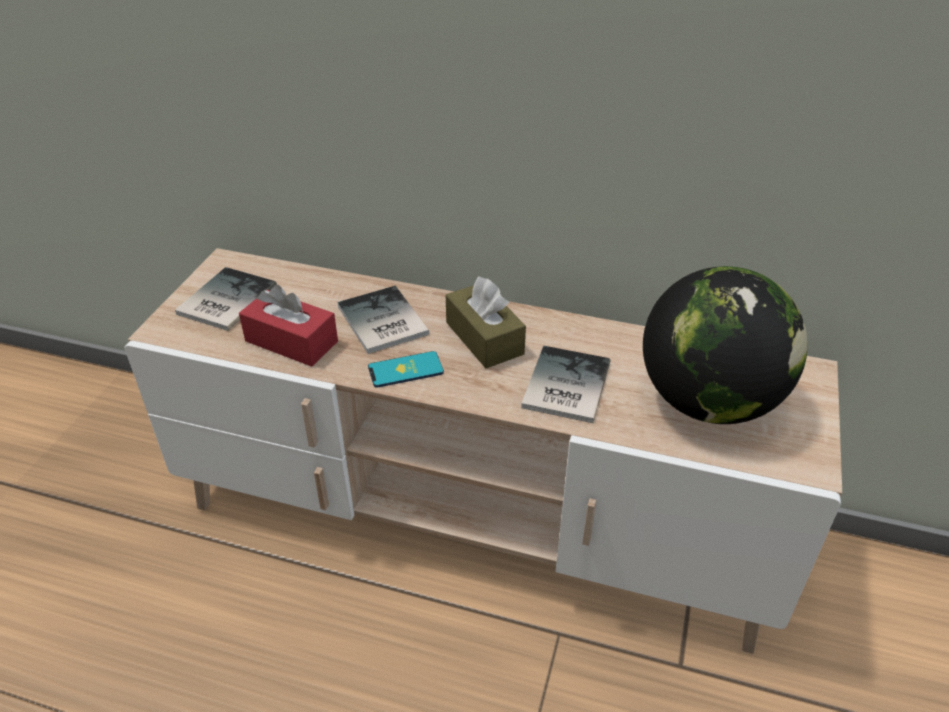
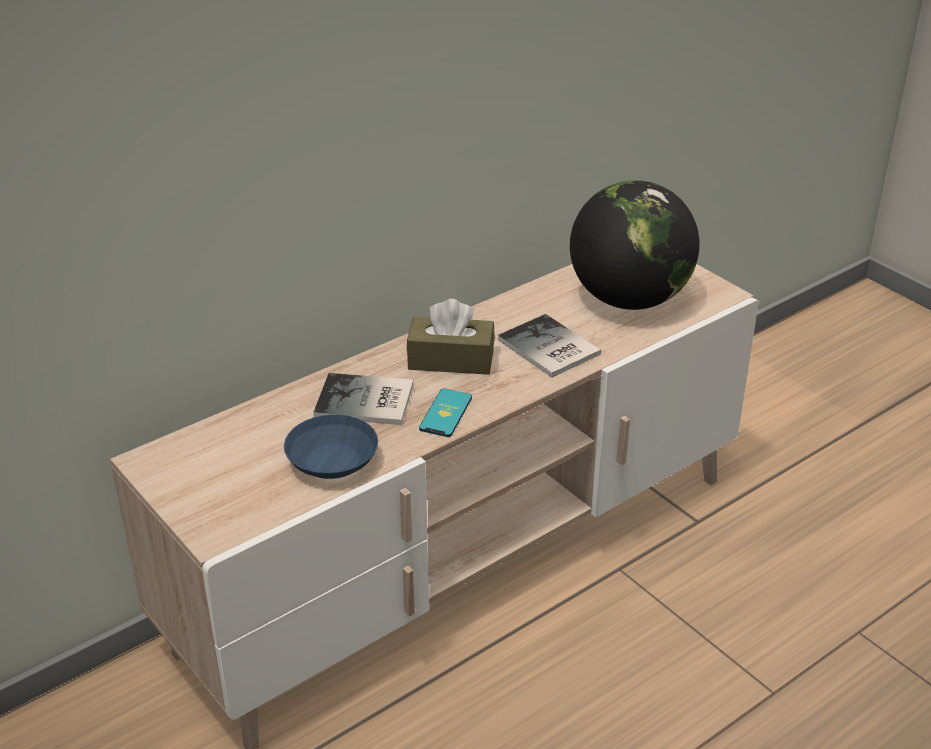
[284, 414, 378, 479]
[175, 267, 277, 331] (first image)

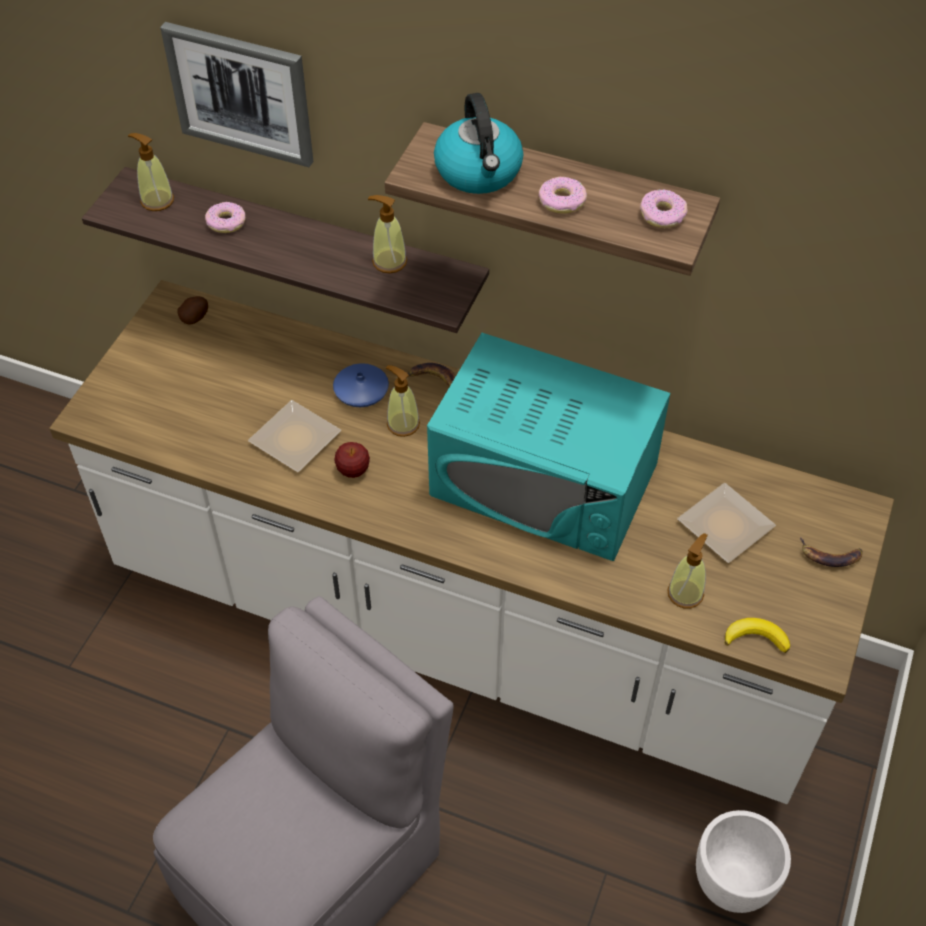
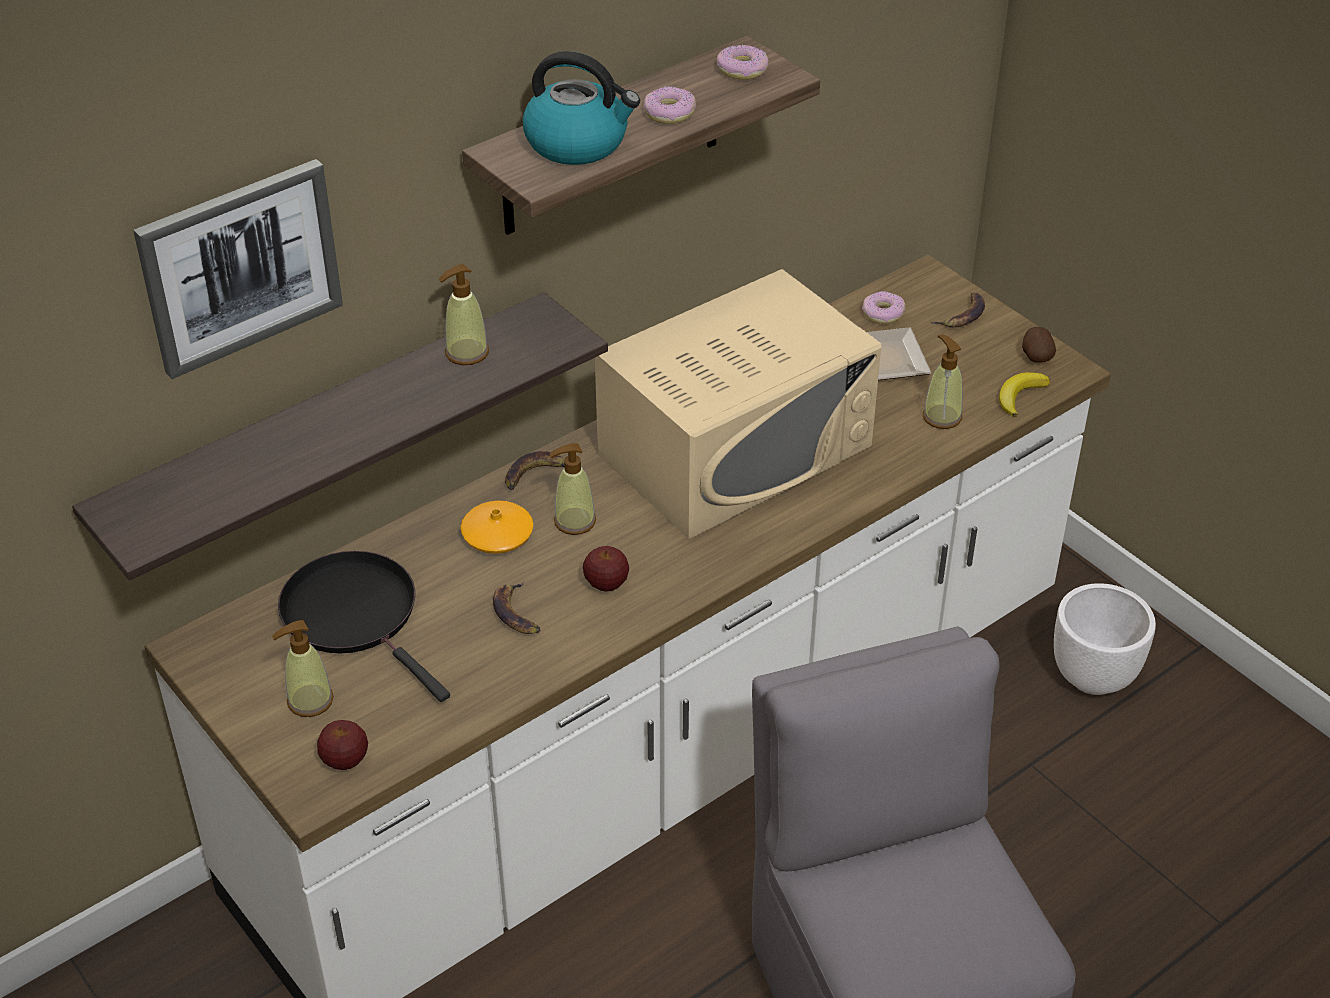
[272, 620, 334, 717]
[278, 551, 450, 702]
[317, 720, 368, 770]
[461, 501, 533, 554]
[493, 582, 540, 634]
[595, 269, 881, 539]
[862, 291, 906, 324]
[1022, 327, 1056, 363]

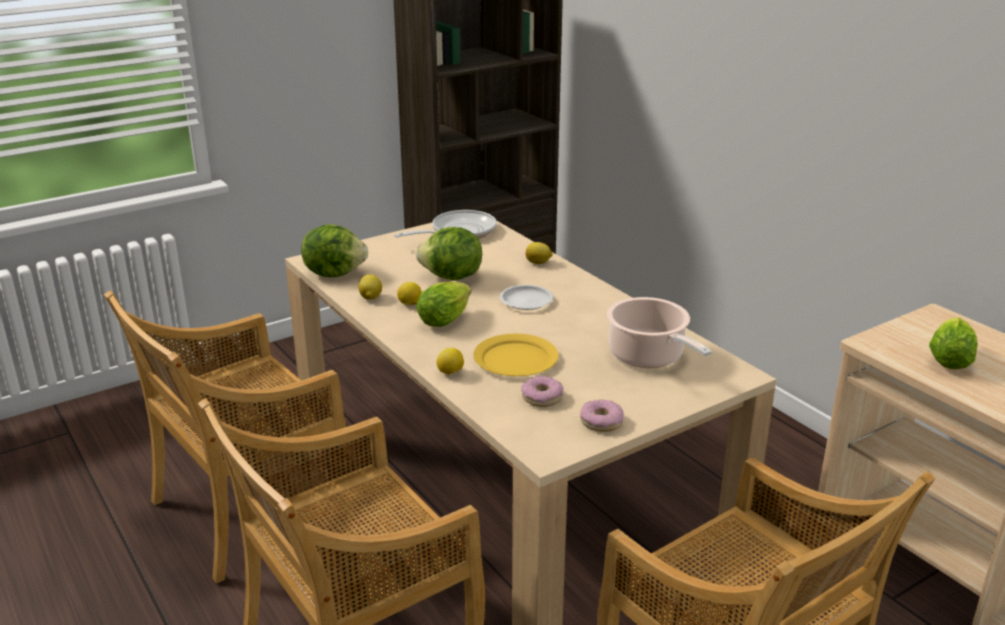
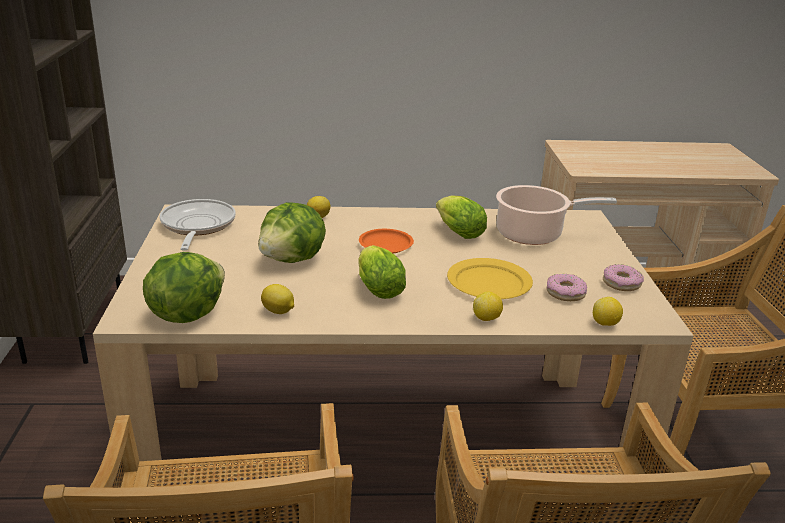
[359, 229, 414, 253]
[436, 196, 487, 239]
[593, 297, 623, 326]

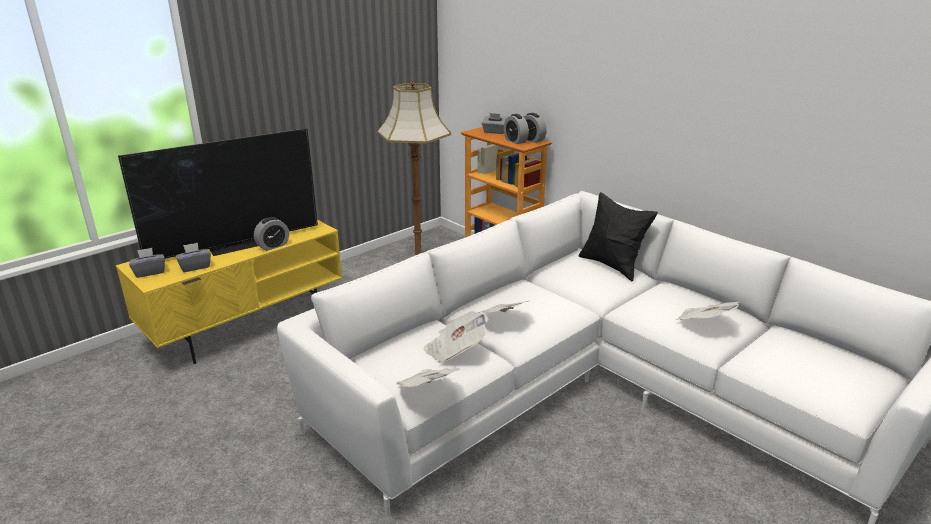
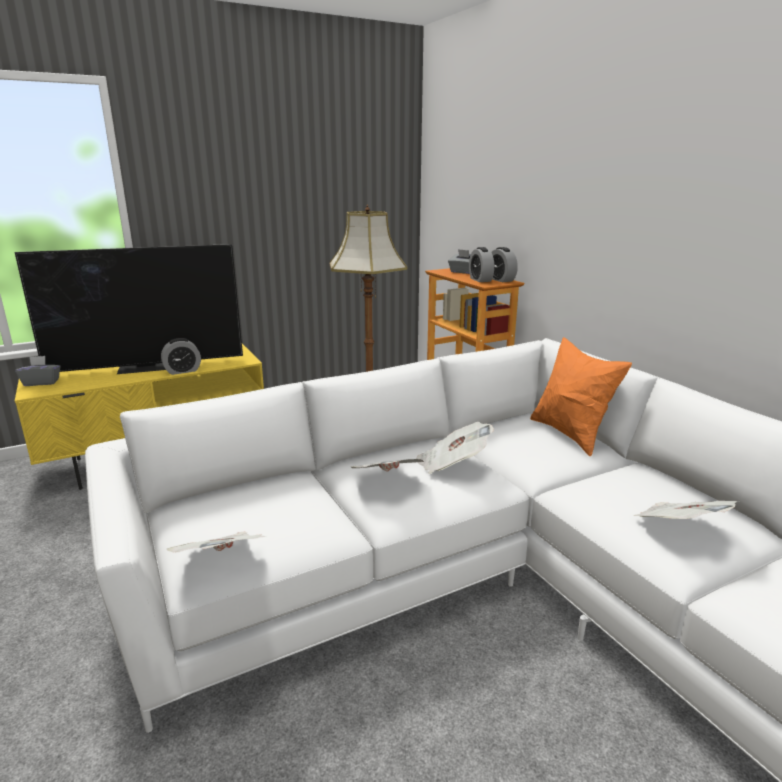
[416, 422, 494, 474]
[530, 337, 632, 457]
[175, 243, 211, 272] (first image)

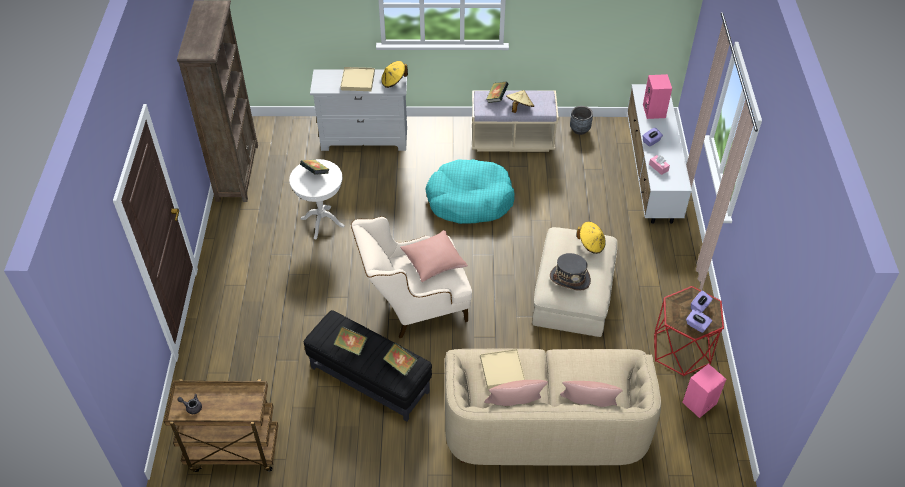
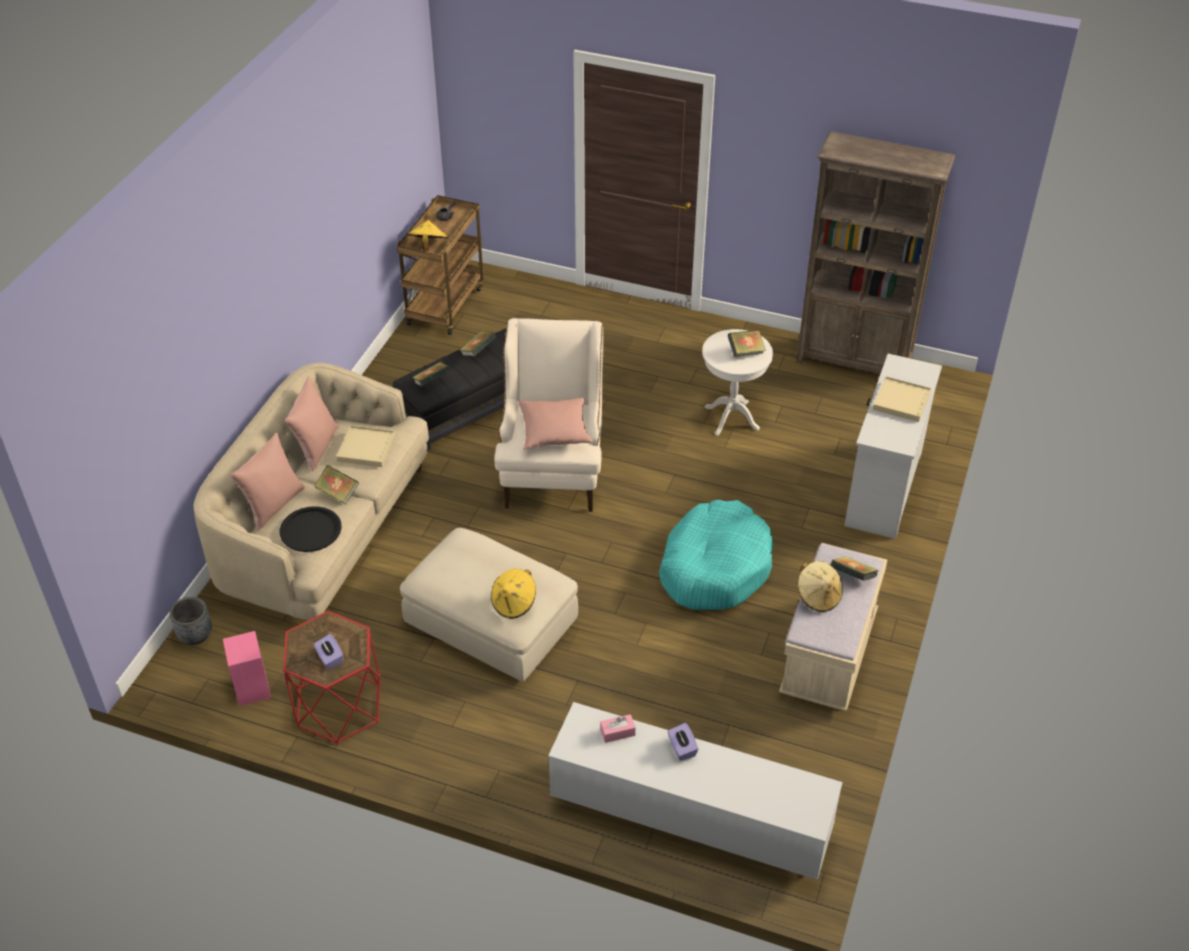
[170, 597, 212, 645]
[279, 506, 342, 552]
[314, 465, 359, 505]
[407, 220, 448, 252]
[550, 253, 591, 291] (first image)
[643, 74, 672, 119] (first image)
[686, 309, 712, 333] (first image)

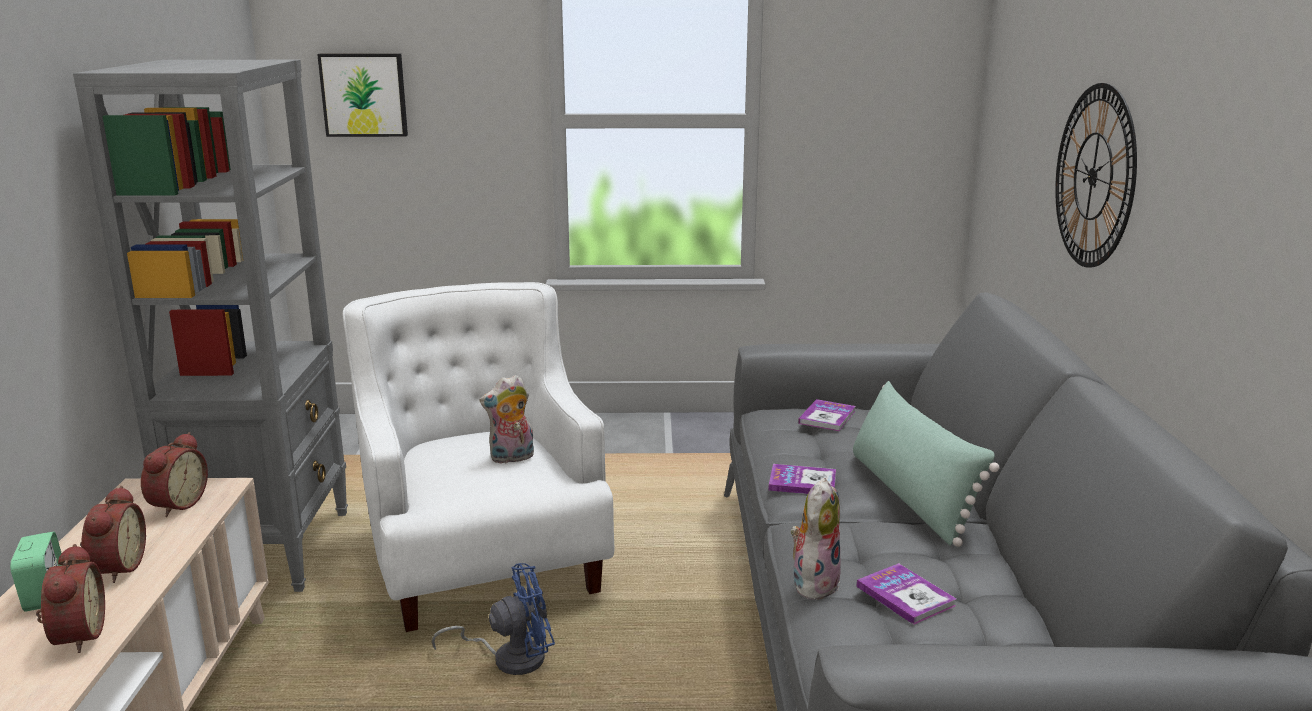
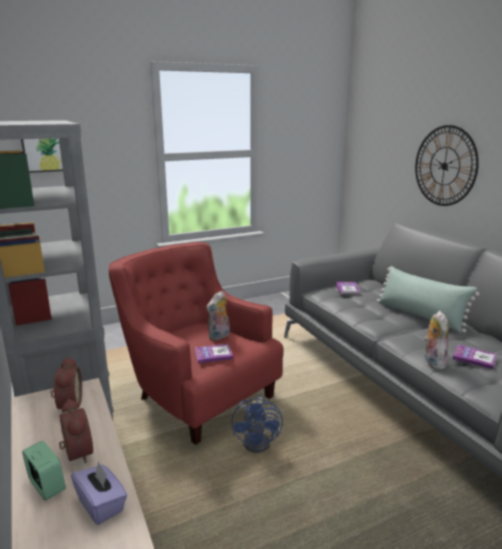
[71, 461, 127, 525]
[109, 242, 283, 445]
[195, 344, 233, 363]
[232, 395, 284, 453]

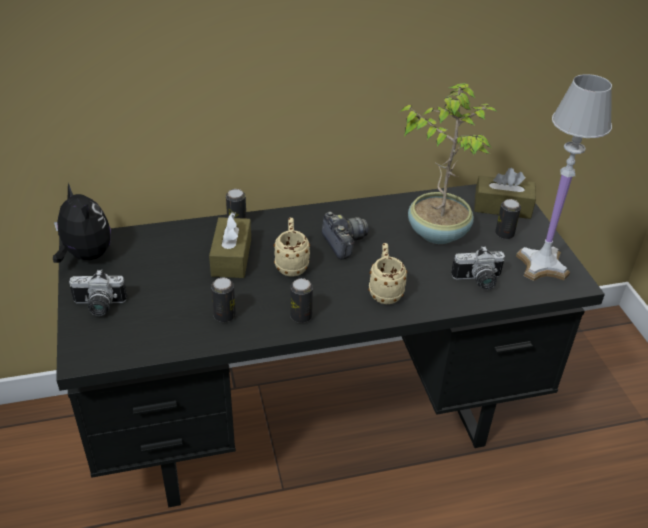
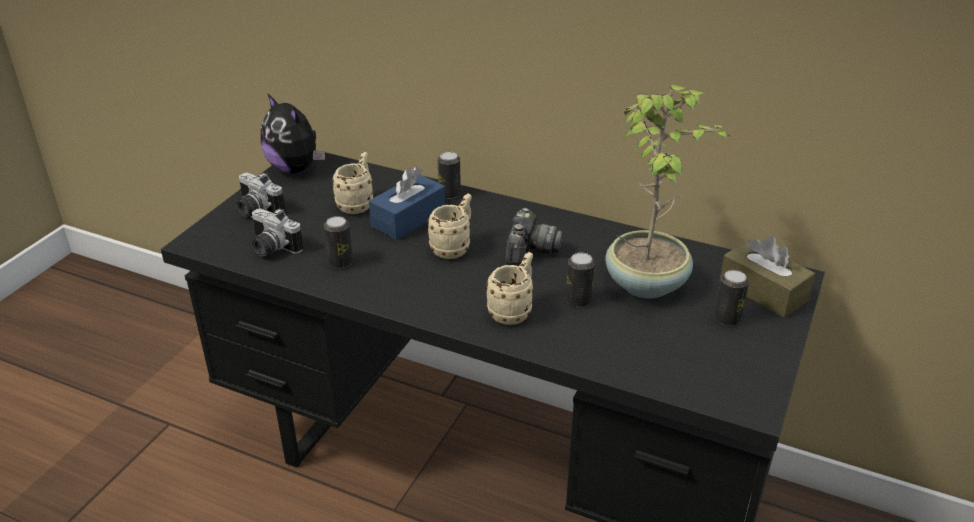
[251, 208, 303, 257]
[261, 93, 325, 174]
[332, 152, 373, 214]
[369, 166, 445, 240]
[566, 253, 595, 307]
[516, 74, 612, 281] (first image)

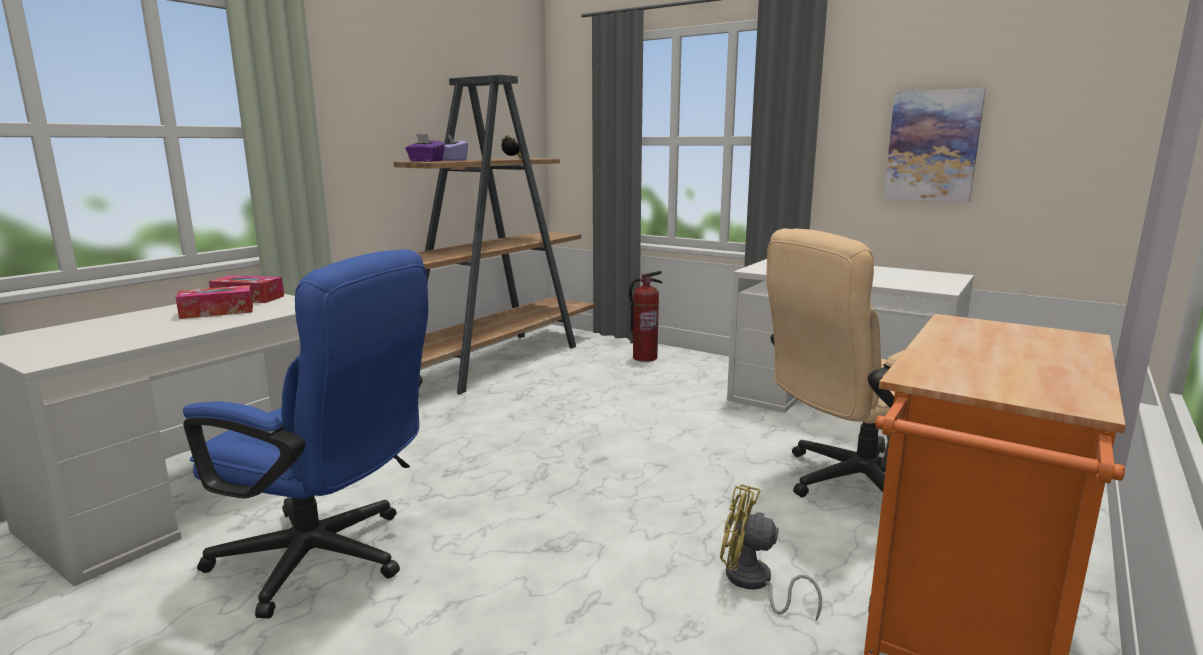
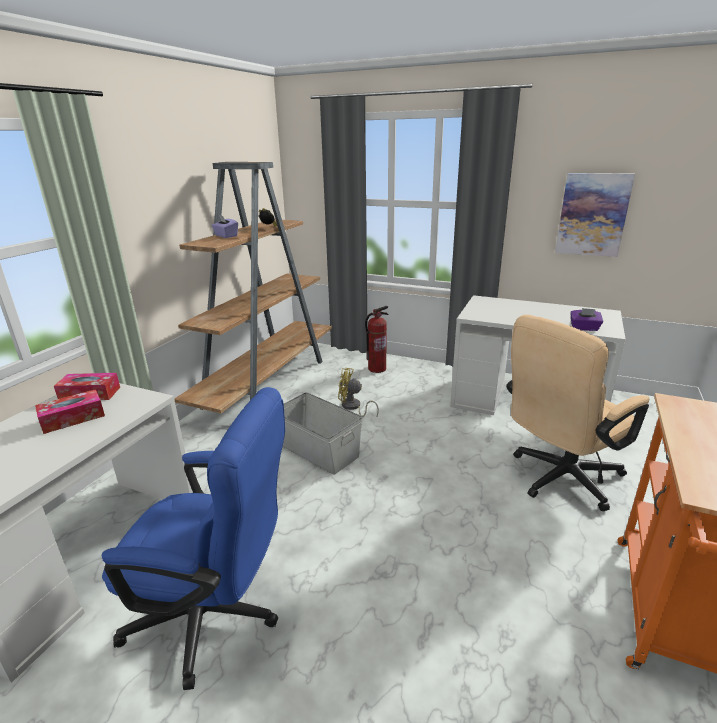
[283, 392, 362, 475]
[338, 368, 379, 417]
[570, 308, 603, 331]

